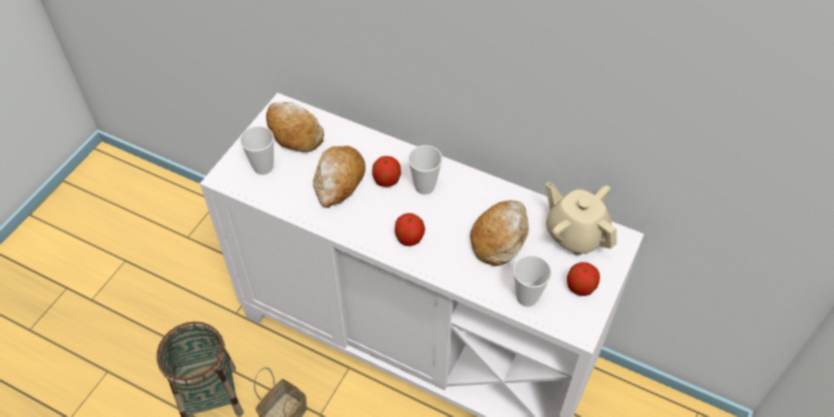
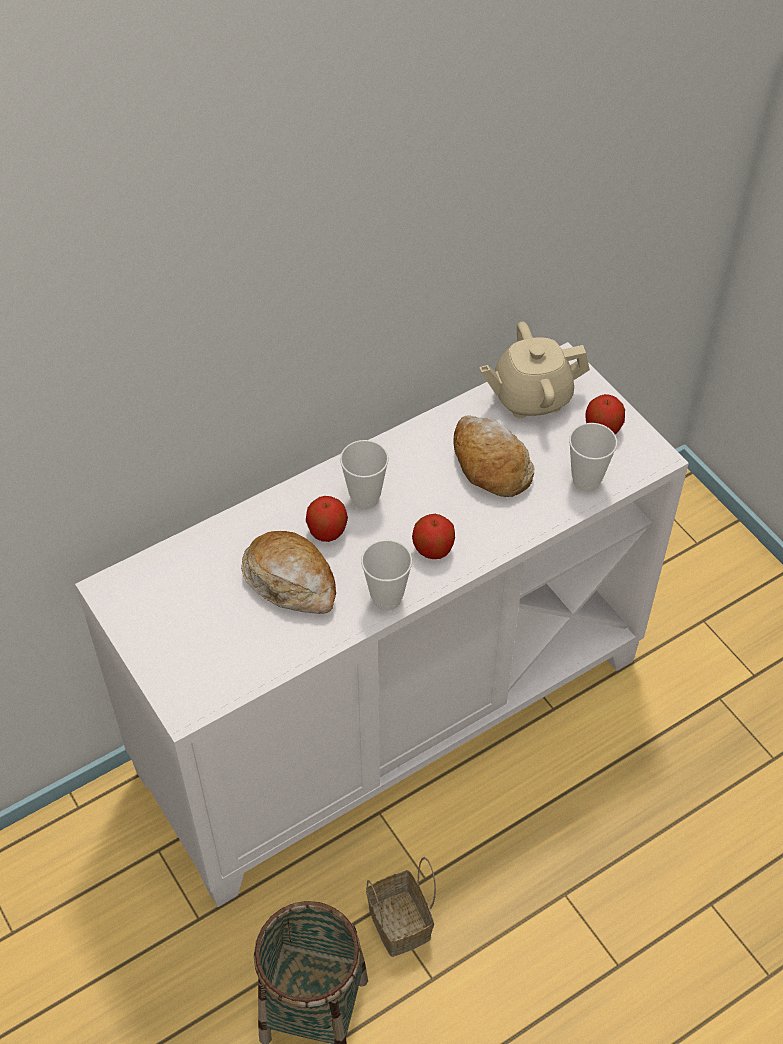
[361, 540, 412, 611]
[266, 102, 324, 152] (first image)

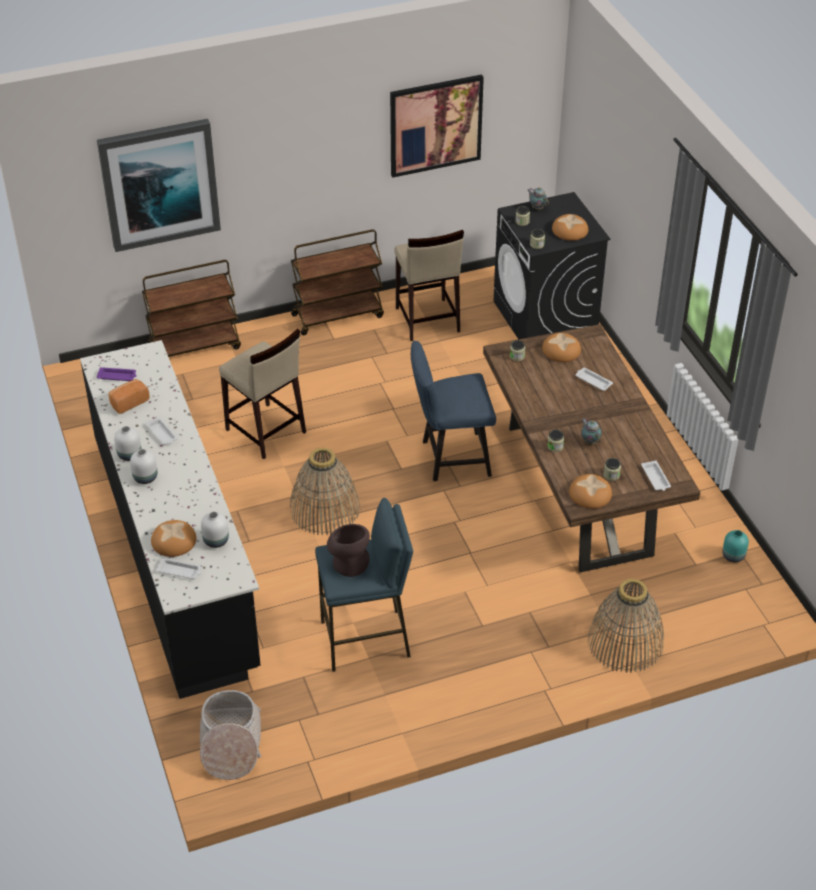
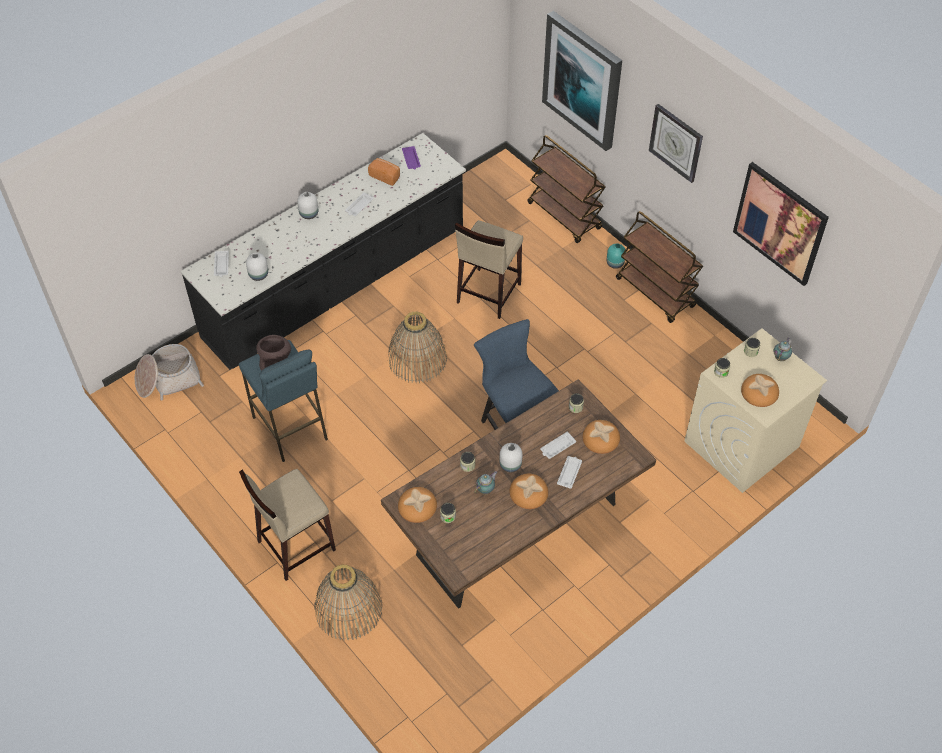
[239, 469, 336, 581]
[500, 443, 523, 472]
[509, 474, 548, 509]
[540, 432, 576, 459]
[607, 243, 626, 269]
[649, 104, 703, 183]
[684, 328, 827, 493]

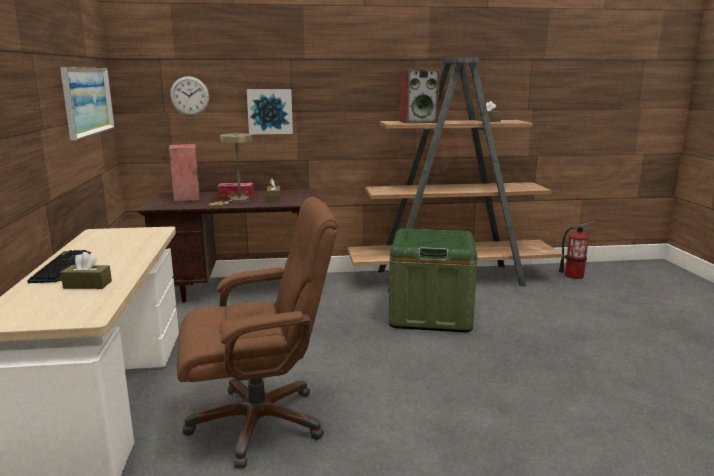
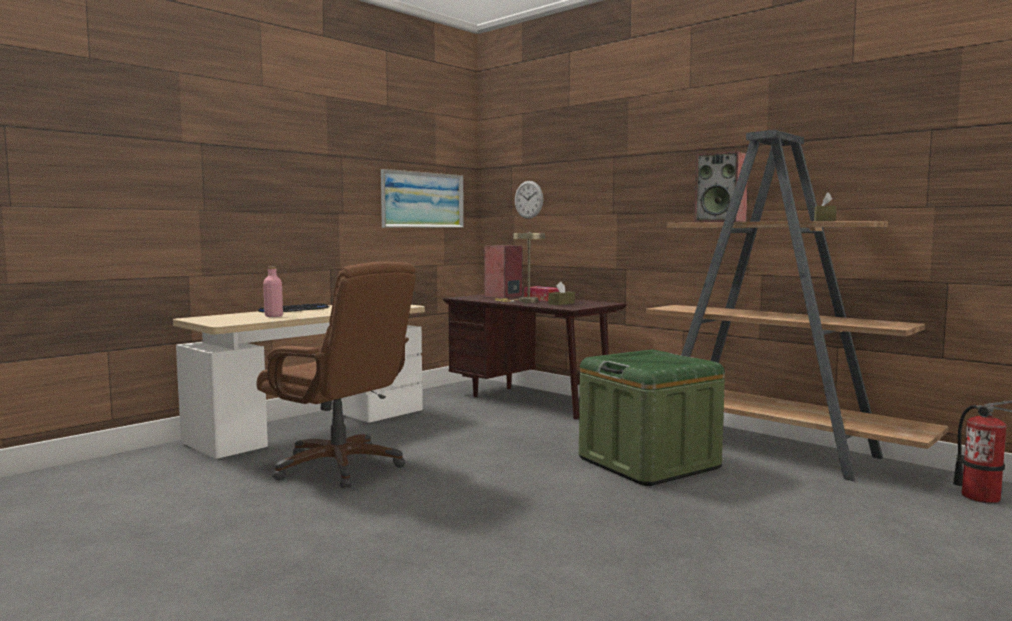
[263, 267, 283, 317]
[247, 89, 293, 135] (first image)

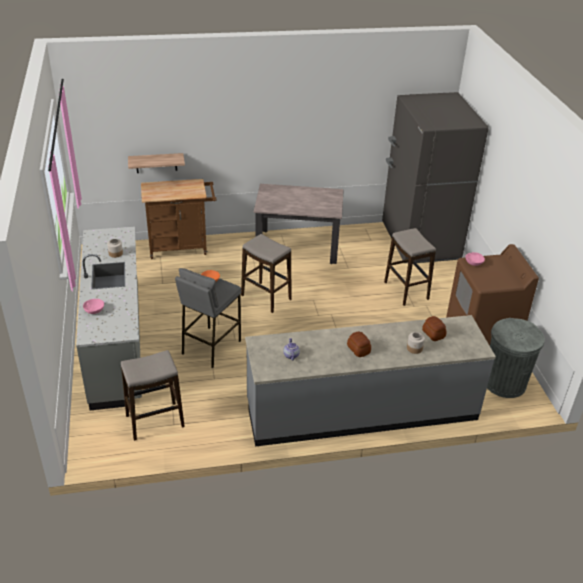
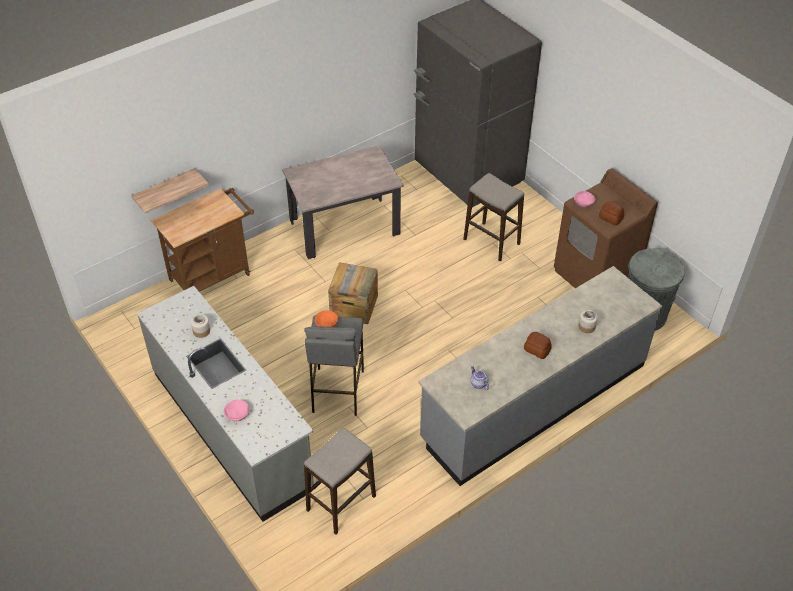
[328, 262, 378, 324]
[599, 201, 624, 225]

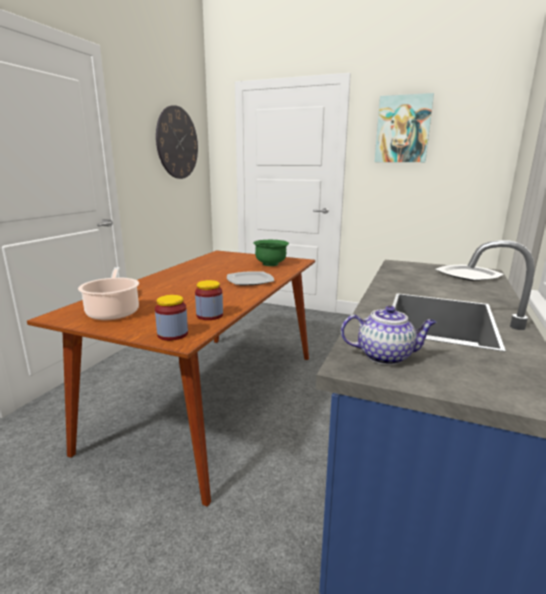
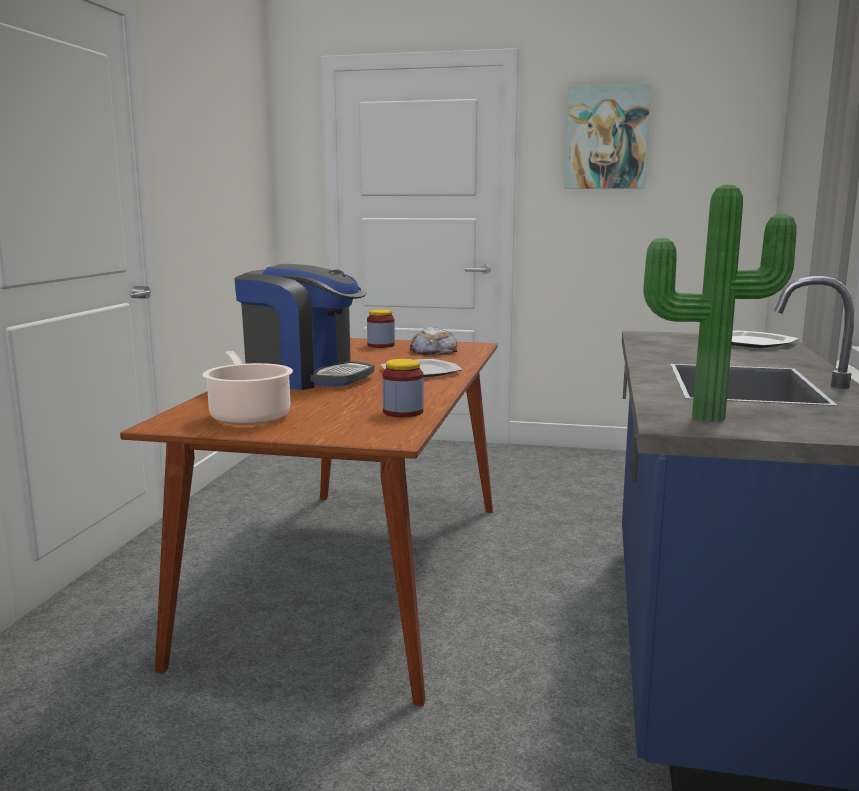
[234, 264, 374, 390]
[367, 309, 395, 348]
[410, 327, 458, 355]
[643, 184, 797, 422]
[156, 105, 198, 179] (first image)

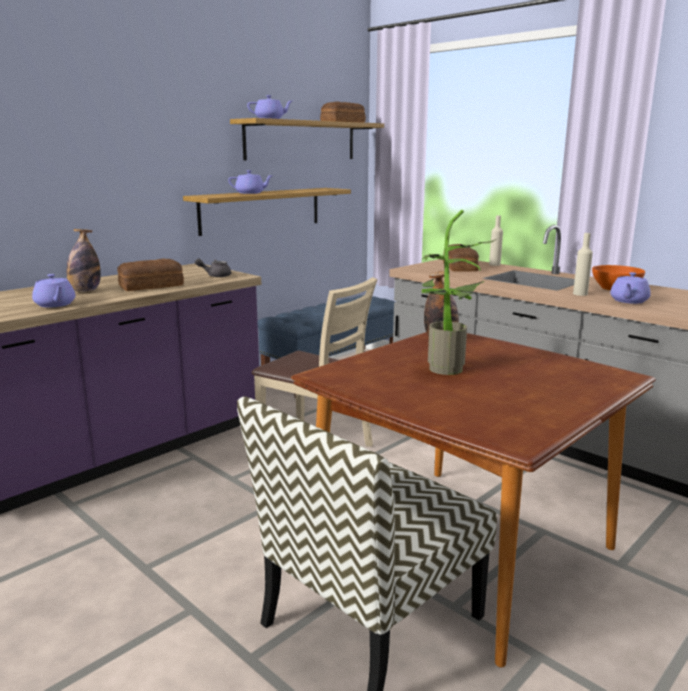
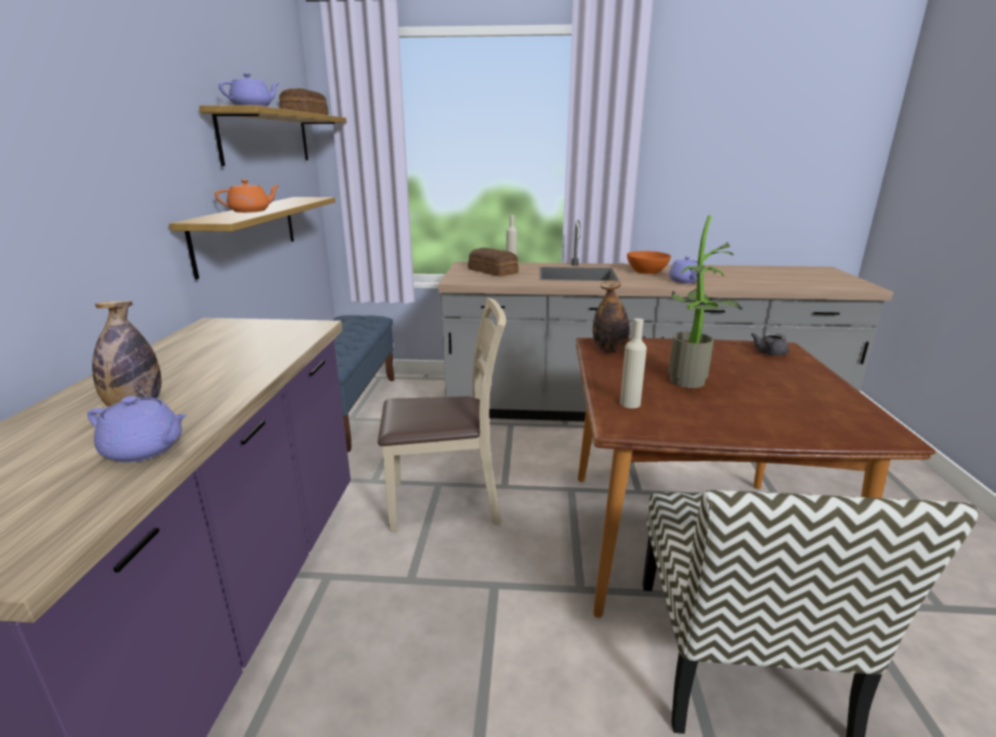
[215, 180, 280, 213]
[620, 318, 647, 408]
[751, 333, 789, 356]
[117, 258, 184, 291] (first image)

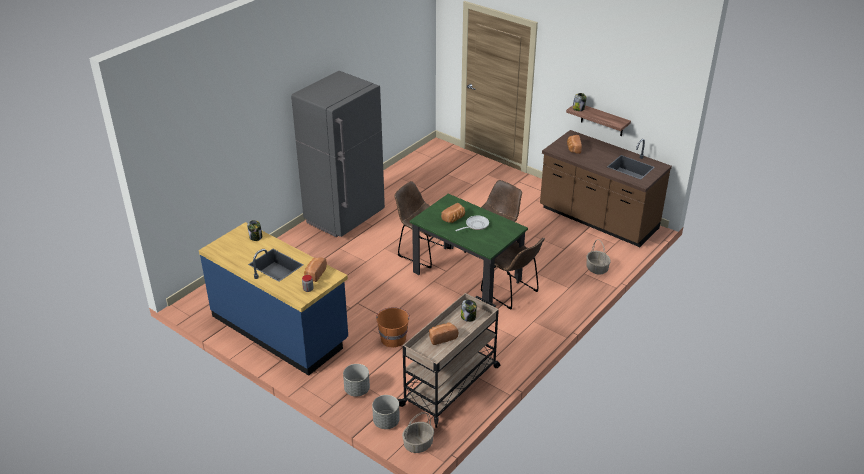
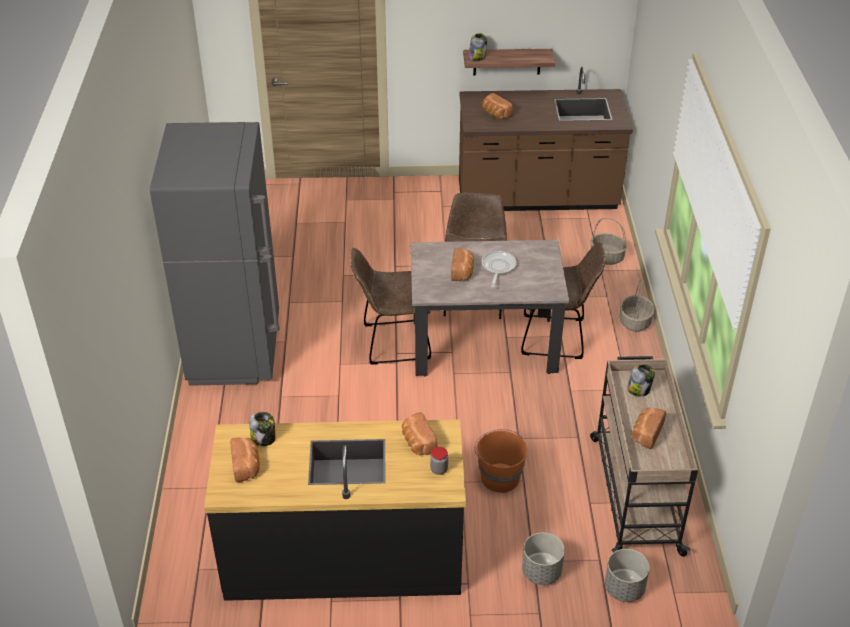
[204, 419, 466, 601]
[230, 437, 260, 482]
[410, 240, 569, 377]
[620, 279, 655, 332]

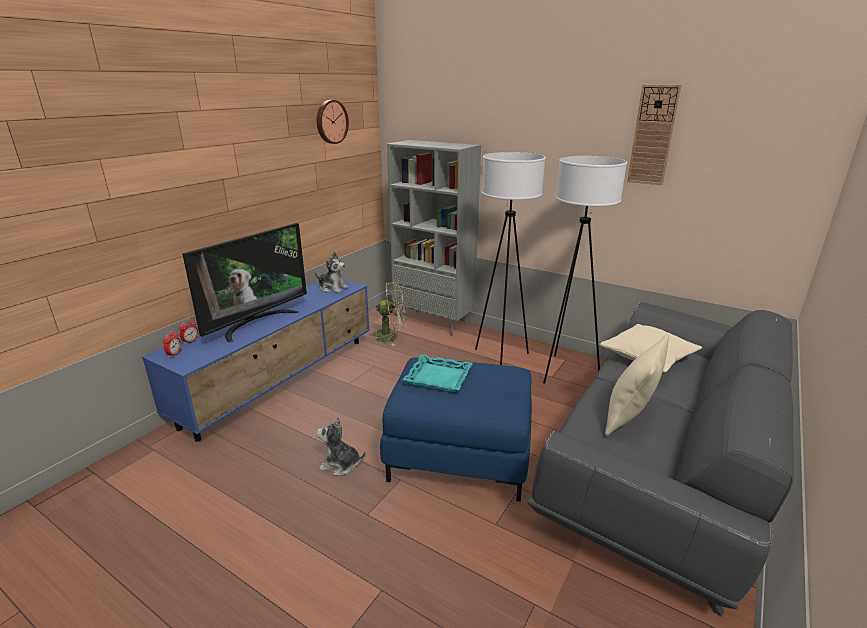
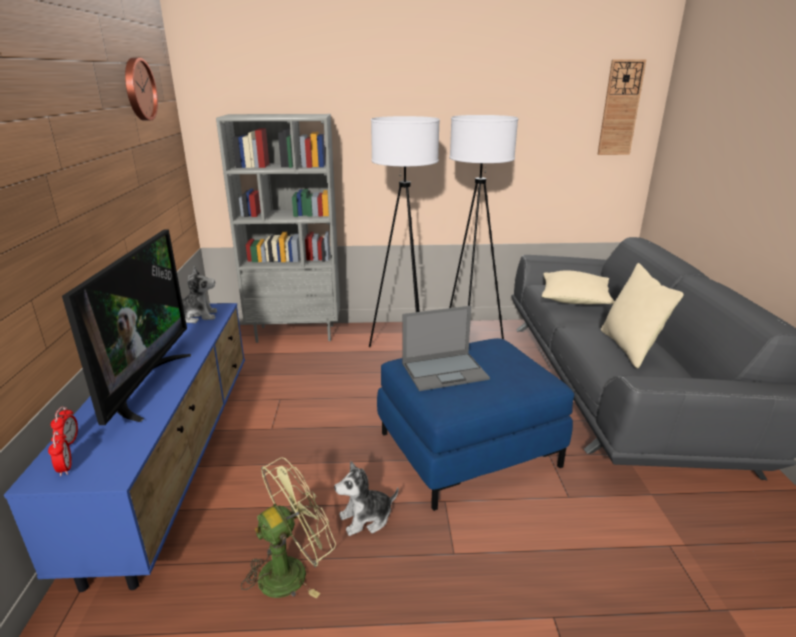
[241, 457, 336, 599]
[402, 306, 490, 391]
[597, 60, 646, 155]

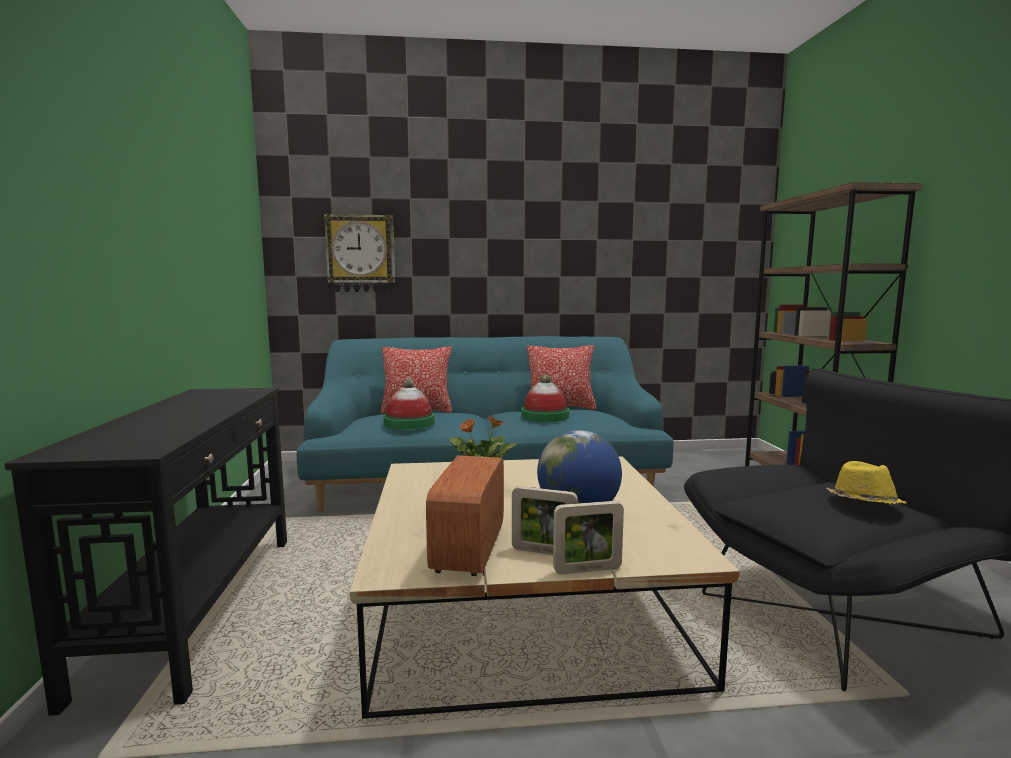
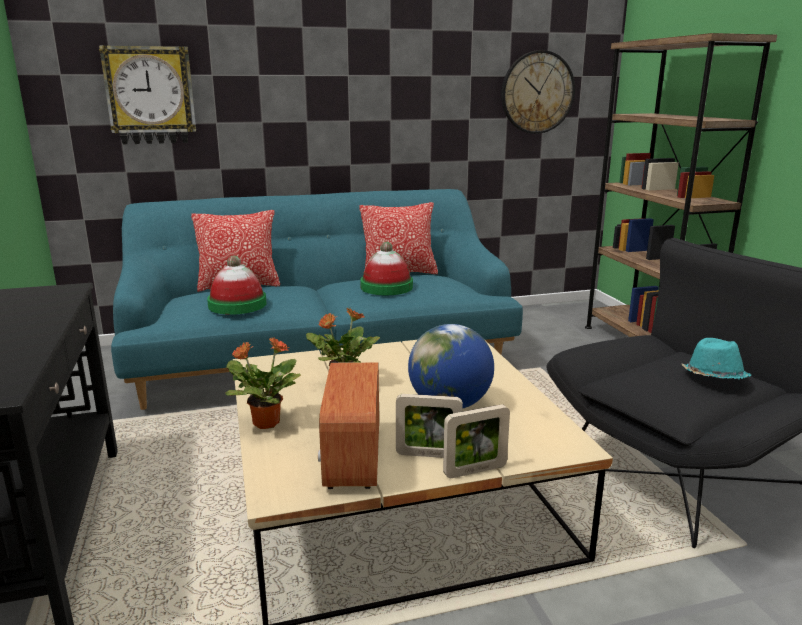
[225, 337, 301, 429]
[501, 50, 575, 134]
[681, 338, 751, 379]

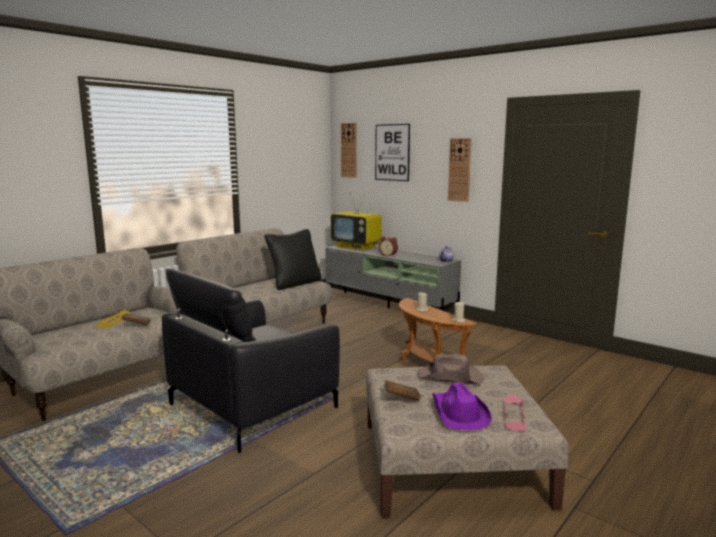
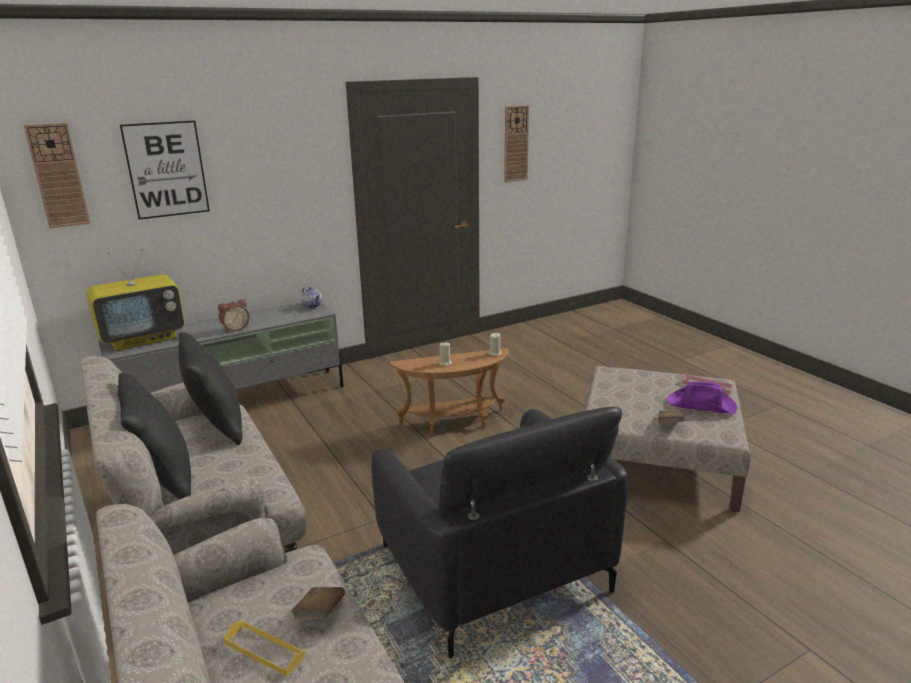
[118, 373, 191, 499]
[504, 105, 529, 183]
[417, 354, 484, 385] (first image)

